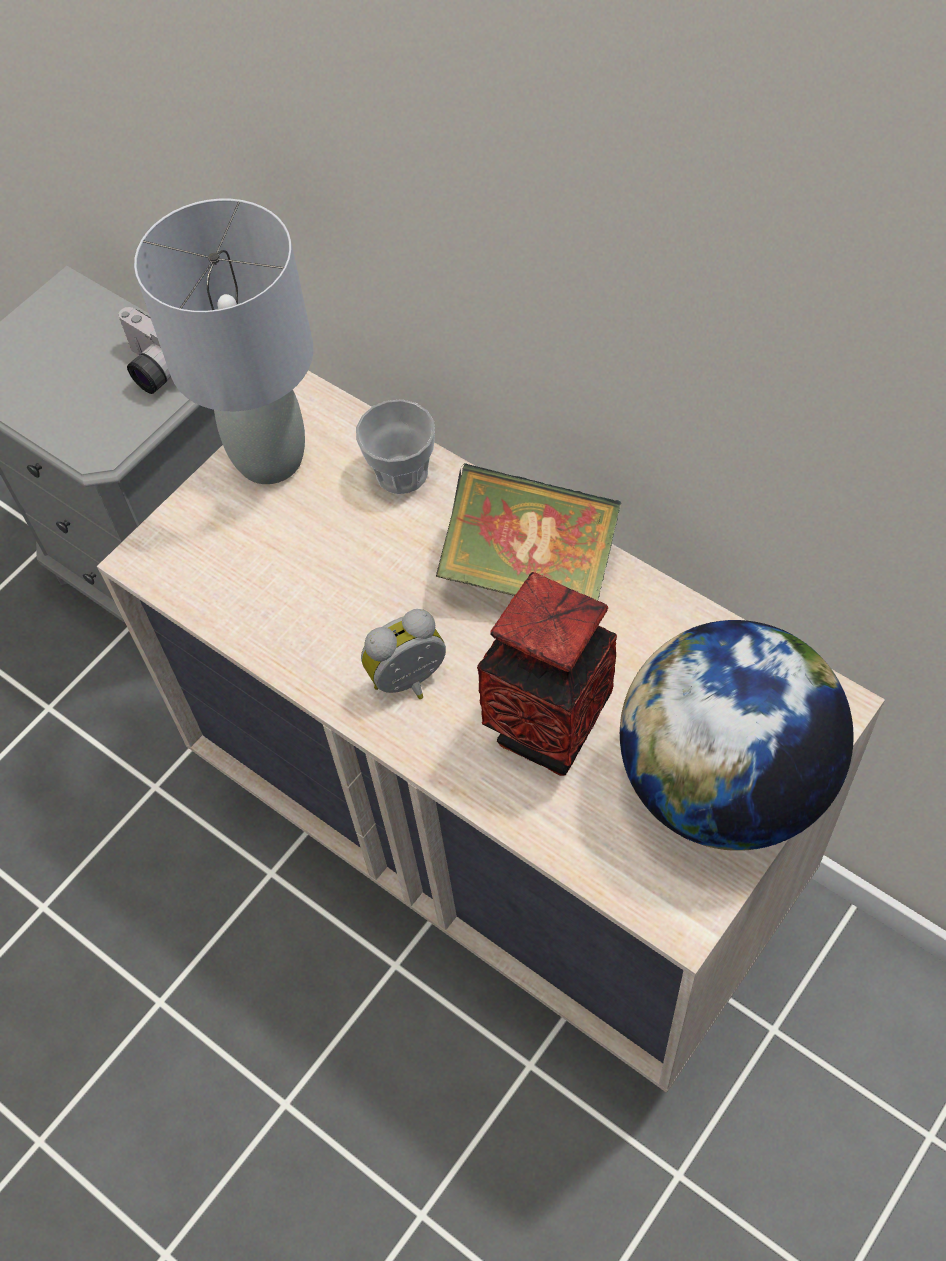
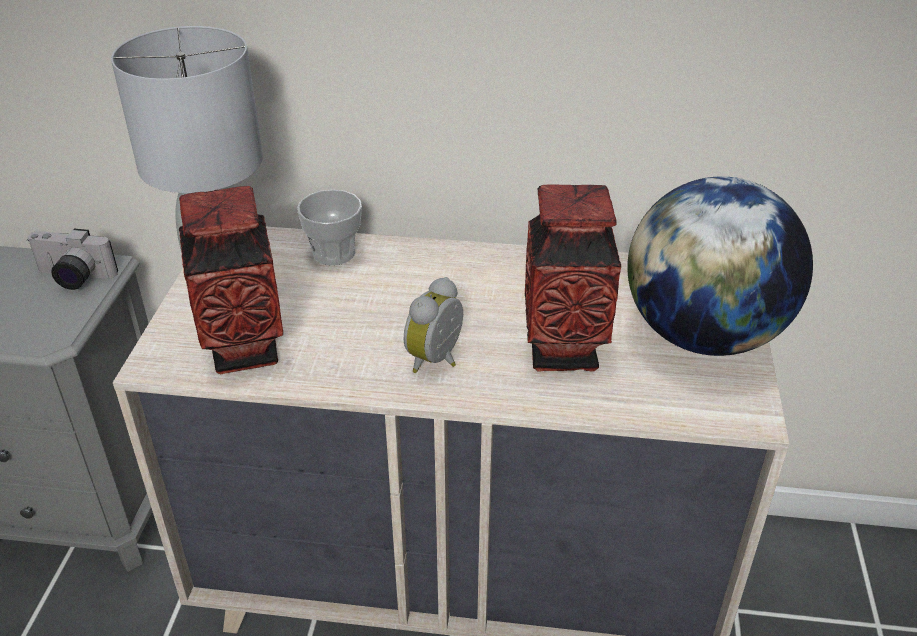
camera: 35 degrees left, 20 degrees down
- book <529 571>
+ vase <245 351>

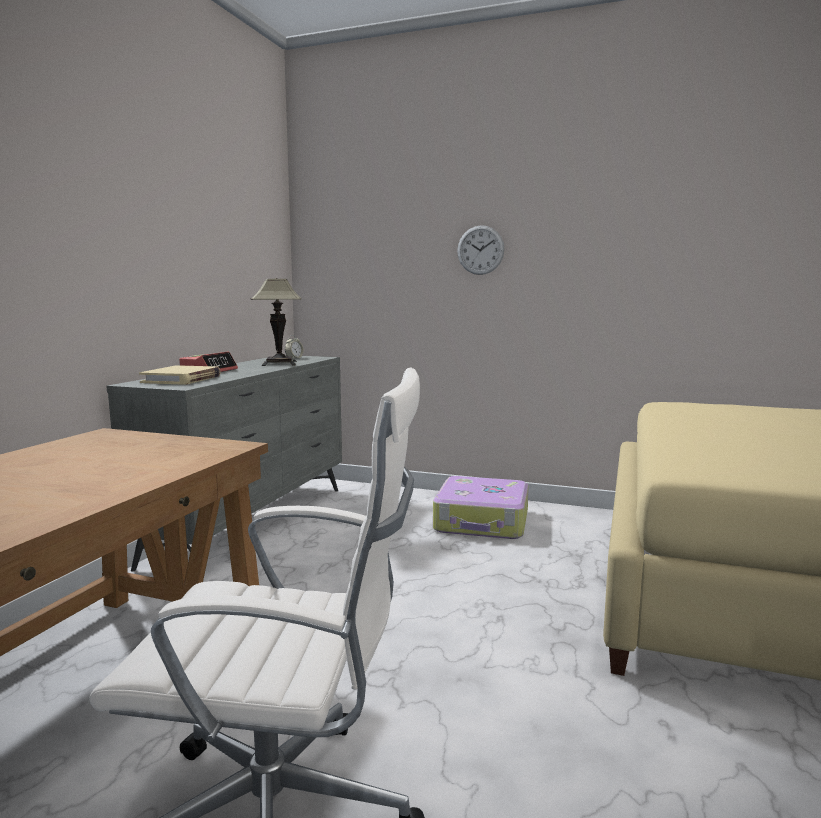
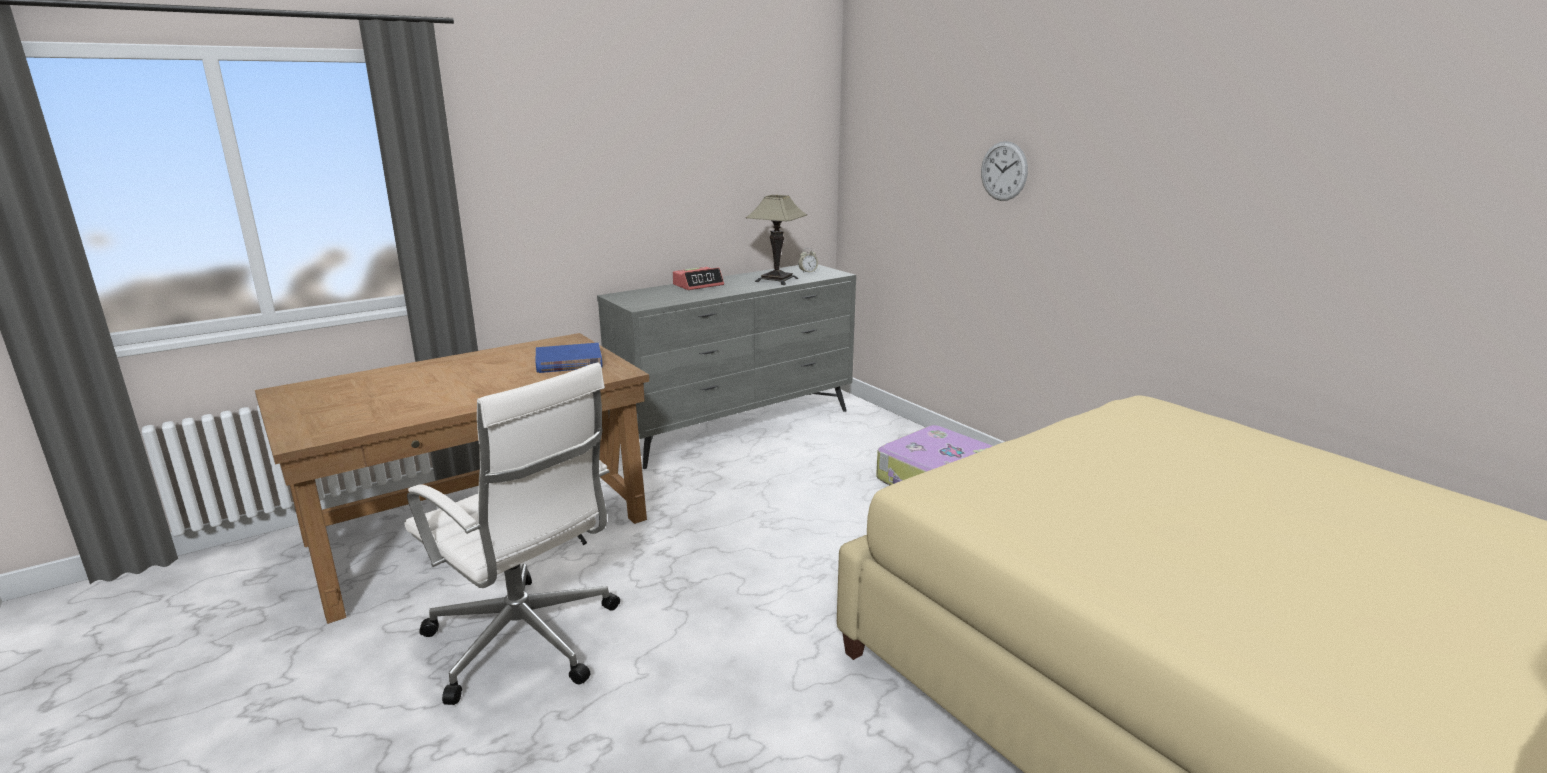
camera: 35 degrees right, 10 degrees up
- beige book <182 379>
+ blue book <569 362>

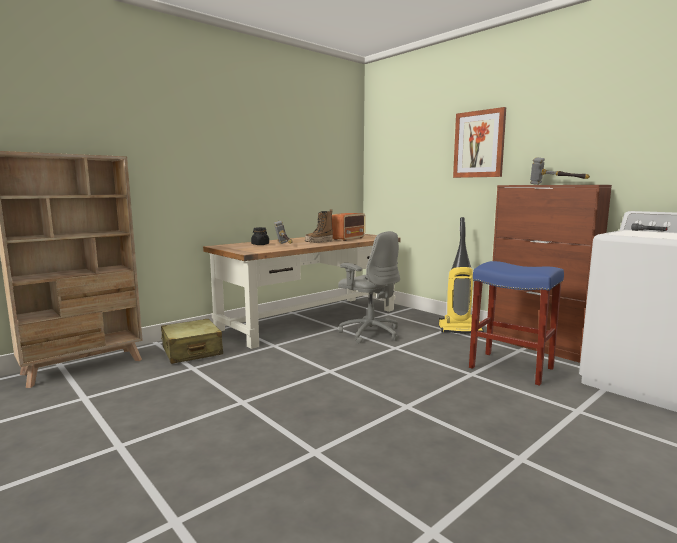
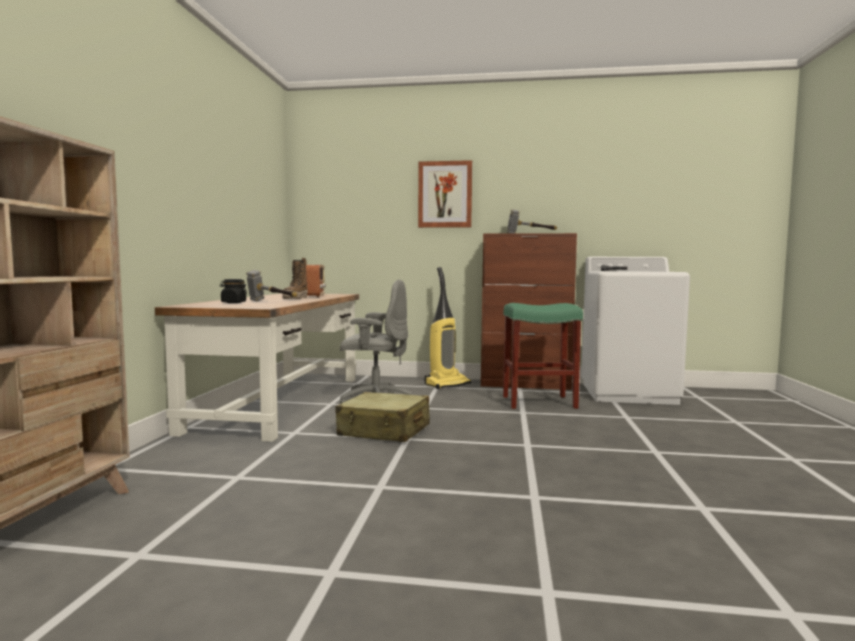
camera: 40 degrees left, 5 degrees down
~ beige suitcase <192 351> to <384 431>
~ blue stool <512 368> to green stool <539 402>

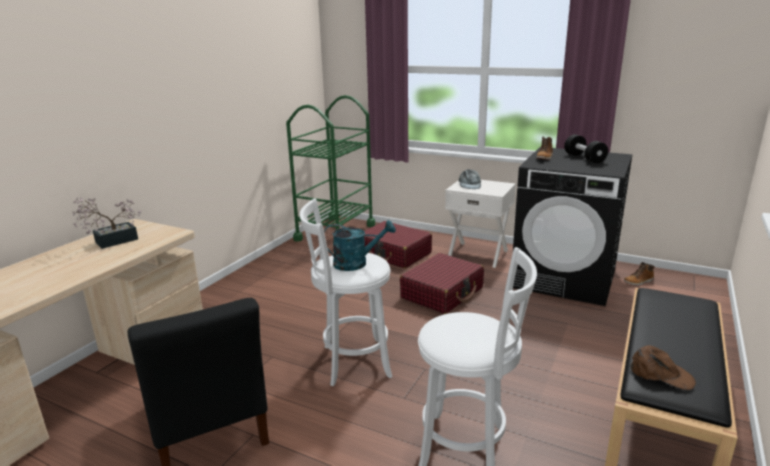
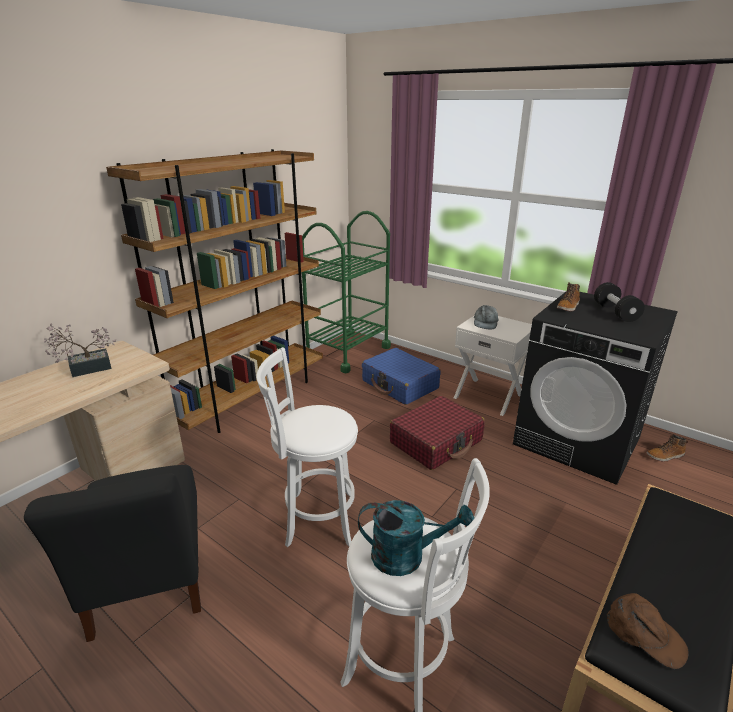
camera: 10 degrees right, 5 degrees up
+ brown bookcase <251 397>
~ turquoise watering can <356 263> to <407 556>
~ red suitcase <394 253> to blue suitcase <400 385>

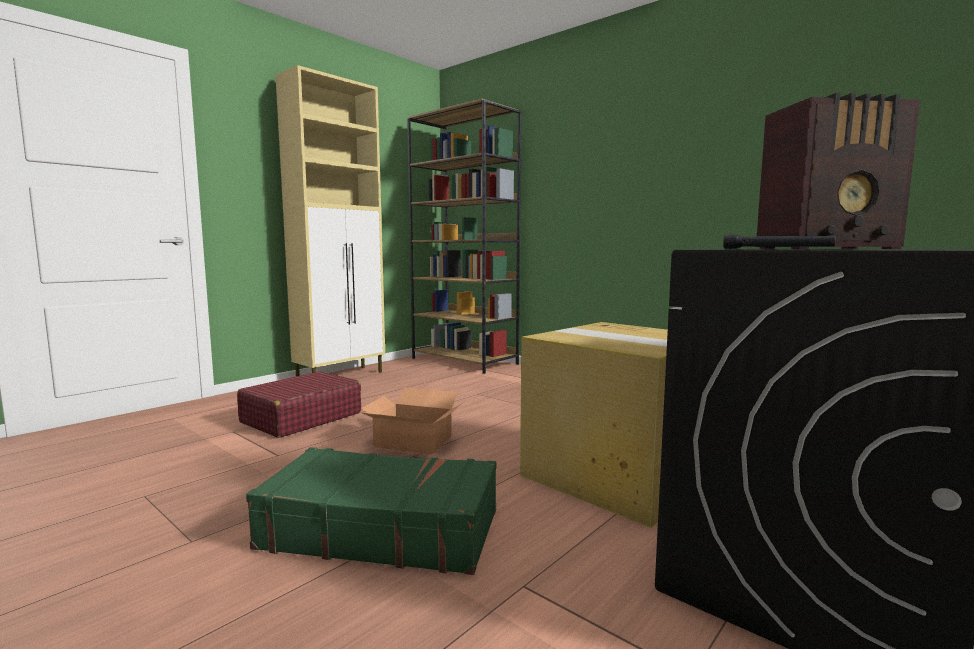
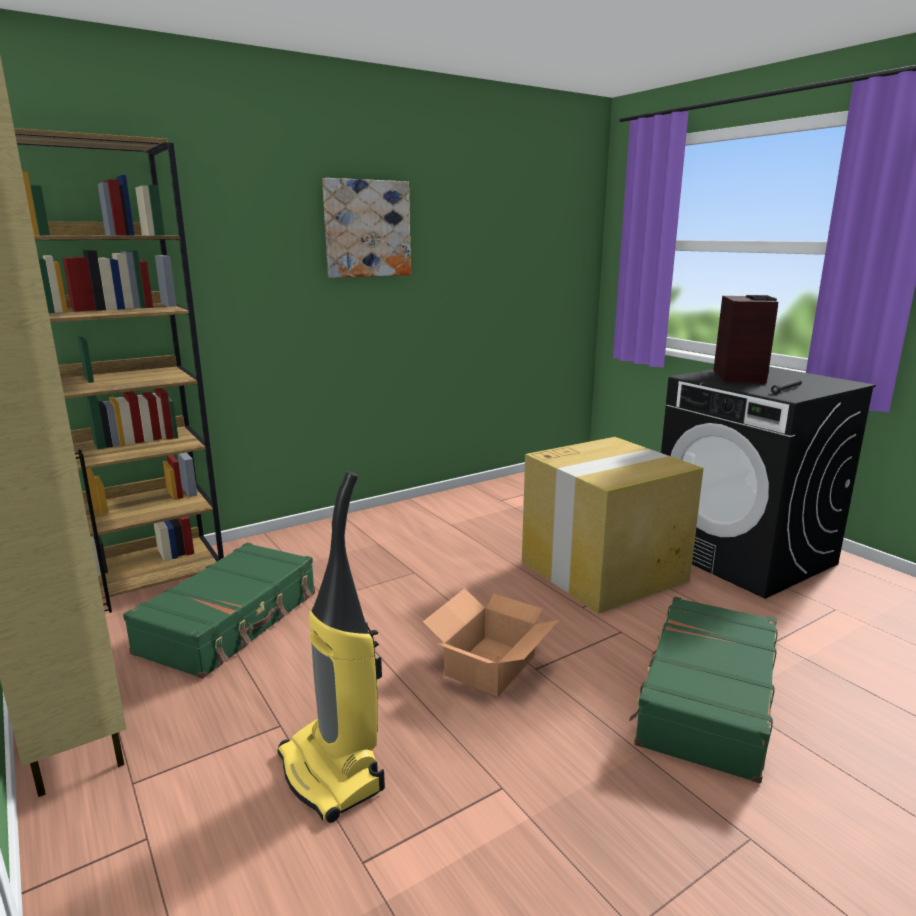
camera: 75 degrees left, 10 degrees up
+ green suitcase <231 622>
+ picture <367 229>
~ red suitcase <301 418> to vacuum cleaner <333 772>

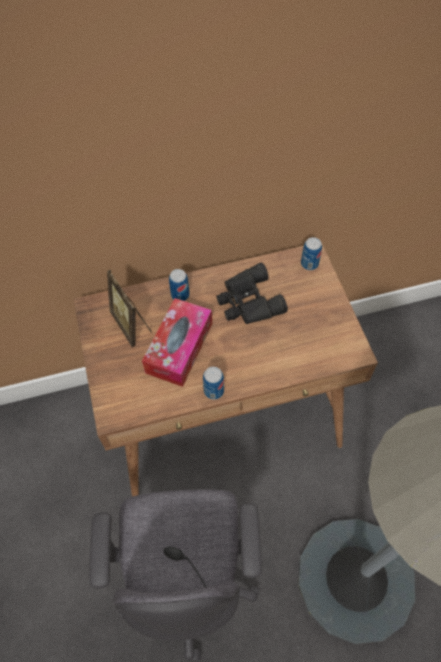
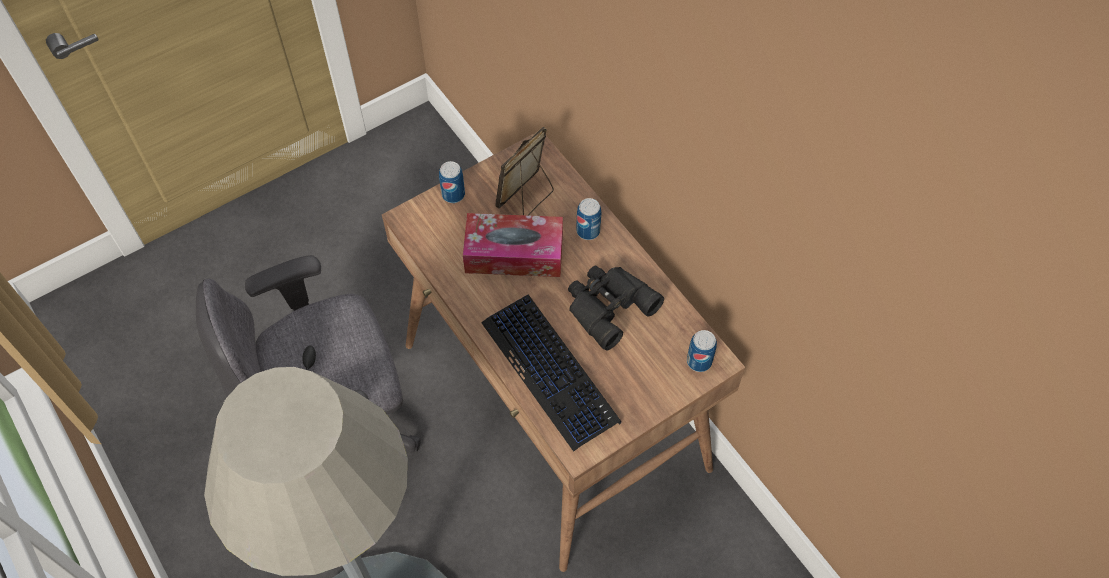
camera: 70 degrees right, 0 degrees up
+ keyboard <550 372>
~ can <214 390> to <453 194>

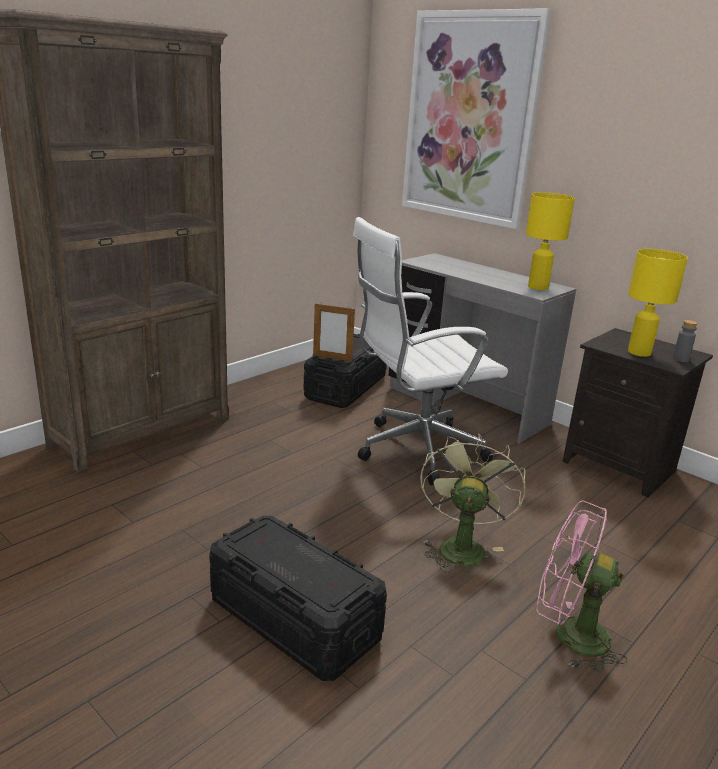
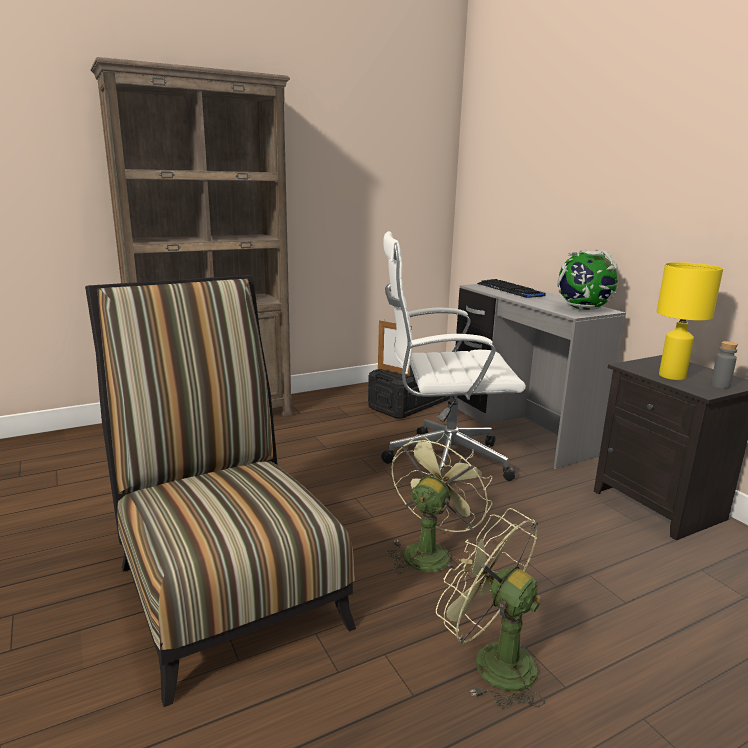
camera: 20 degrees right, 5 degrees down
- picture <470 119>
+ keyboard <510 290>
~ black storage box <294 618> to chair <226 585>
~ yellow table lamp <538 287> to globe <582 309>
~ pink fan <569 635> to green fan <491 661>

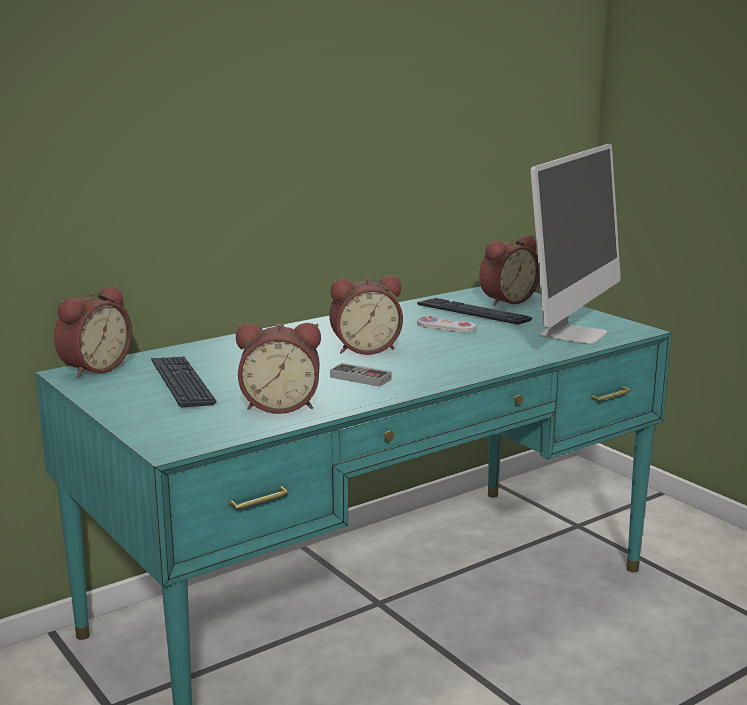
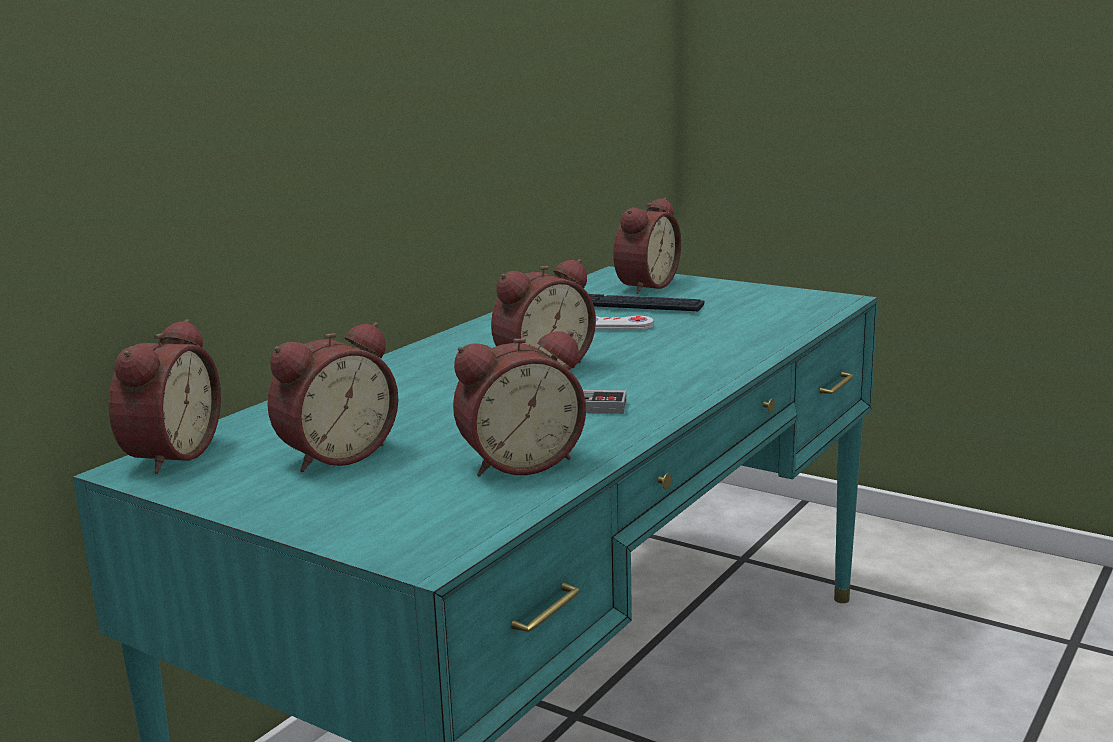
camera: 20 degrees left, 0 degrees up
- monitor <574 334>
~ keyboard <182 383> to alarm clock <335 454>

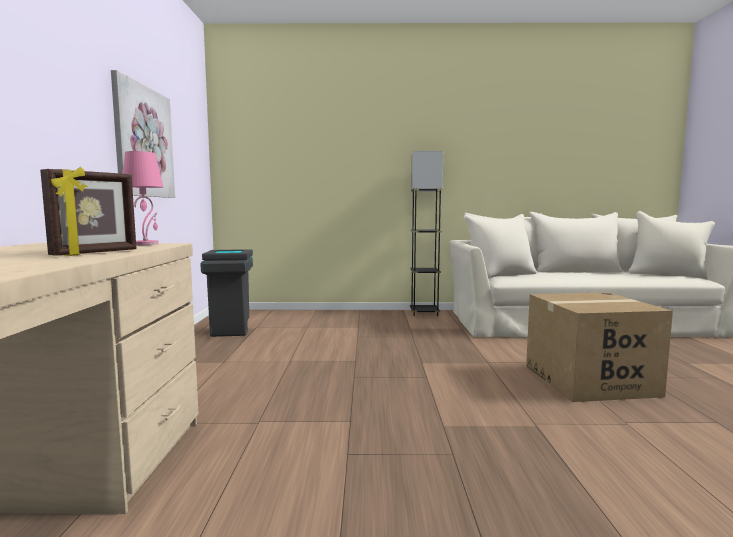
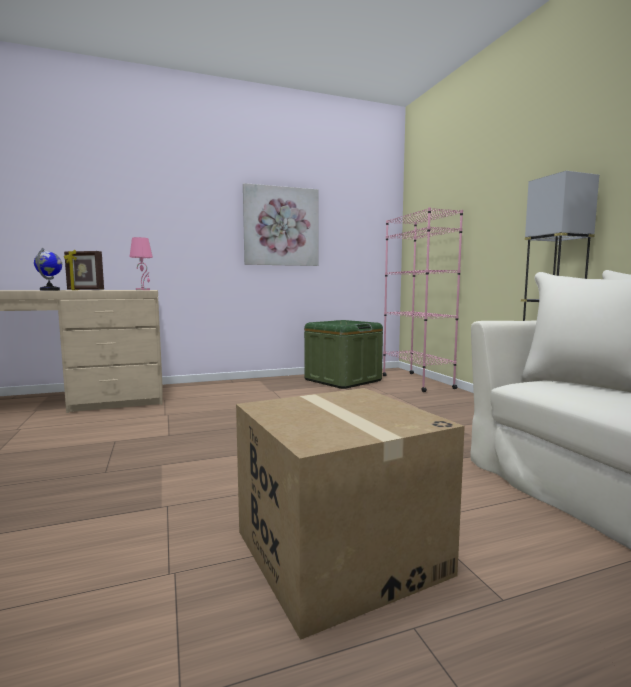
camera: 70 degrees right, 0 degrees up
+ globe <50 290>
+ pink bookcase <416 382>
~ grey trash can <231 332> to green storage box <343 380>

